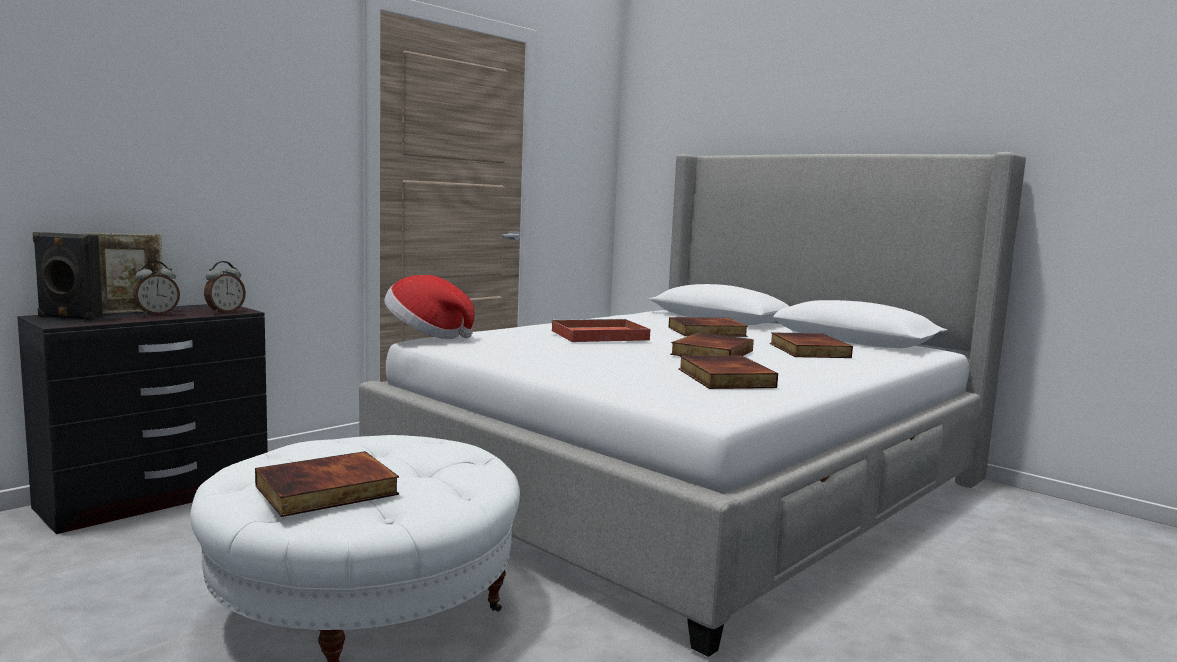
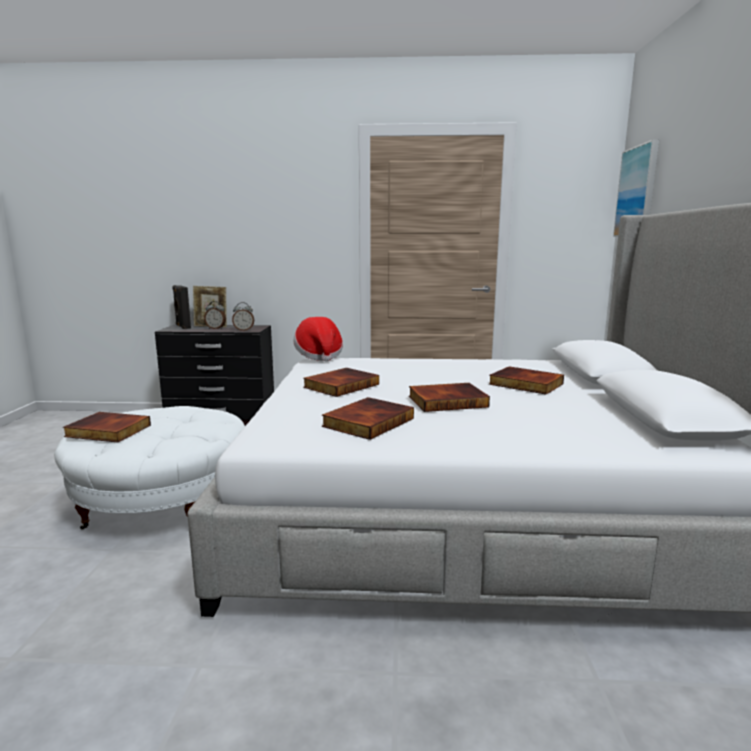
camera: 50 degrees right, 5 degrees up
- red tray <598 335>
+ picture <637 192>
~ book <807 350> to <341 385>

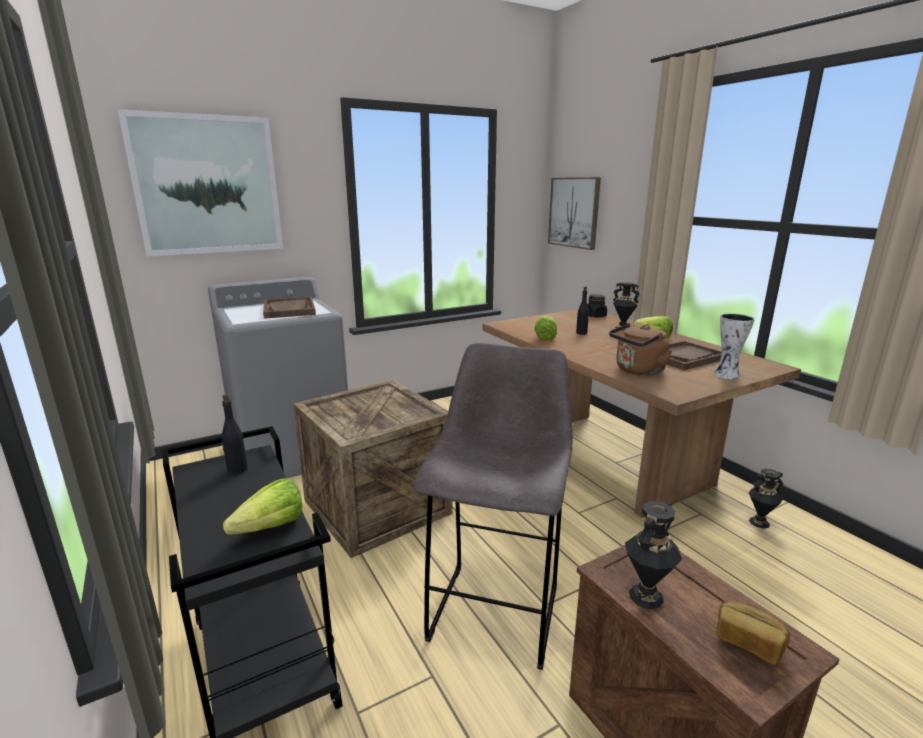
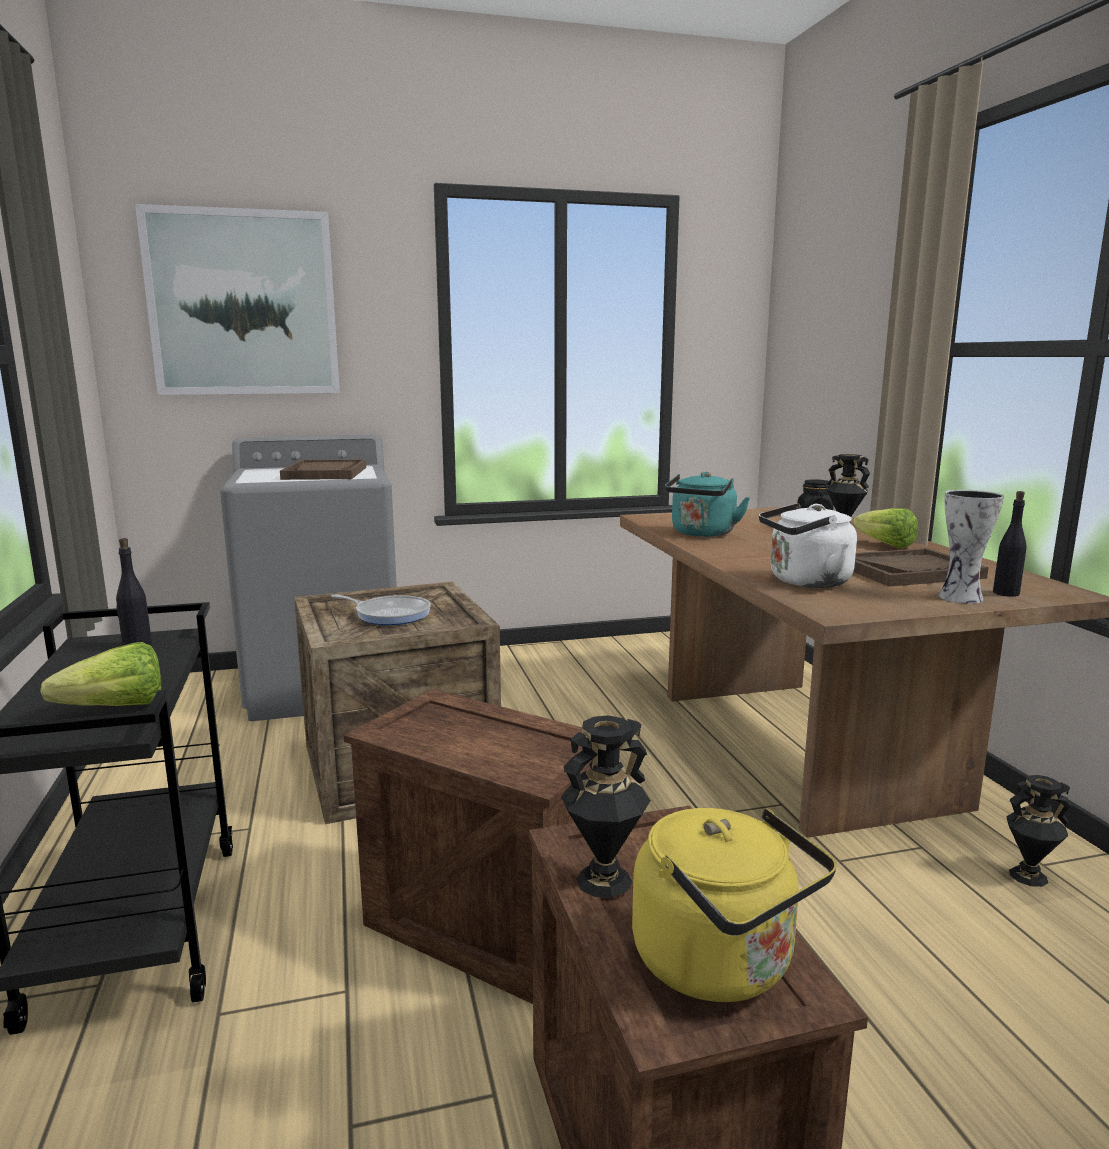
camera: 15 degrees right, 5 degrees down
- picture <574 212>
+ frying pan <389 614>
~ black bottle <581 333> to <1006 593>
~ grey stool <496 609> to crate <491 924>
~ lettuce <546 336> to turquoise kettle <702 534>
~ bread <748 642> to yellow kettle <721 965>
~ brown kettle <637 371> to white kettle <805 582>

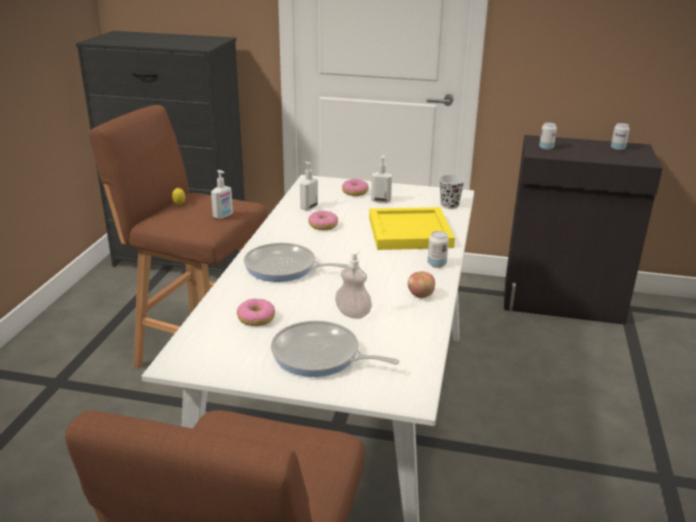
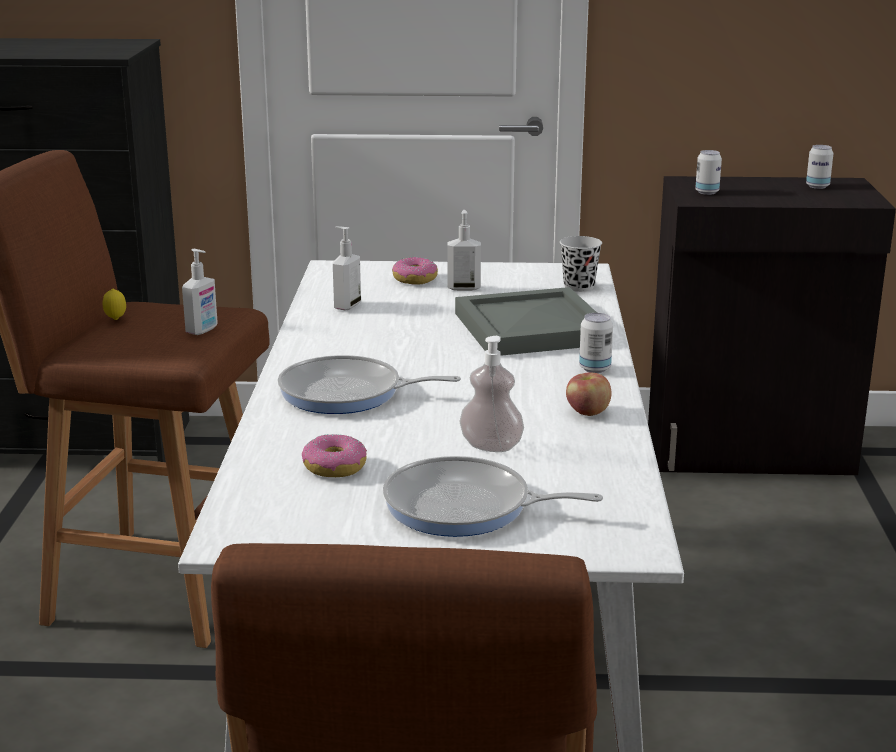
camera: 10 degrees left, 5 degrees down
- donut <323 225>
~ yellow tray <408 233> to grey tray <530 329>

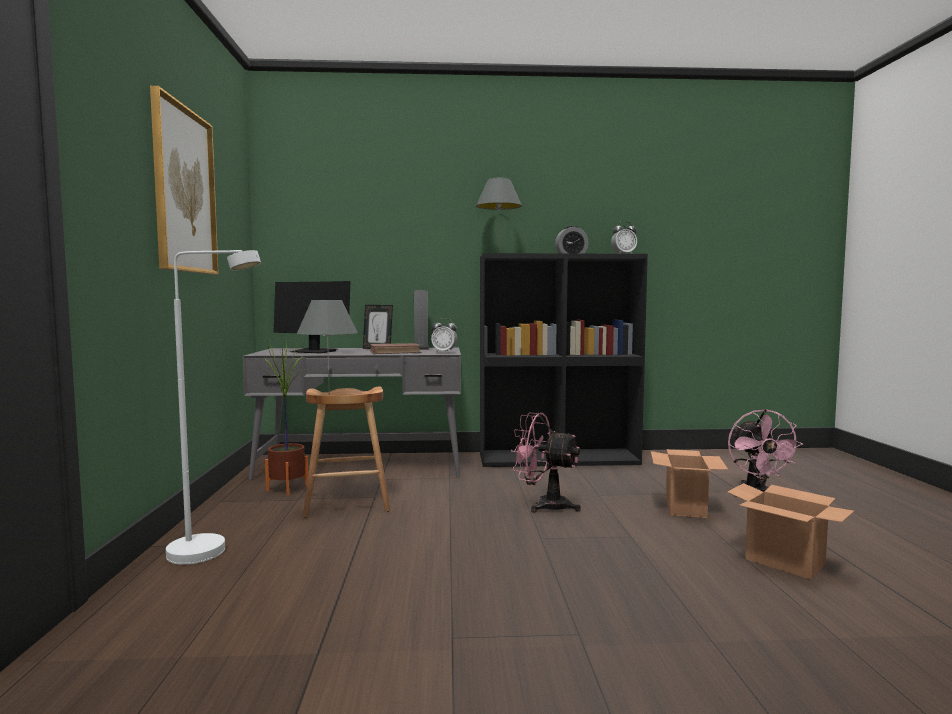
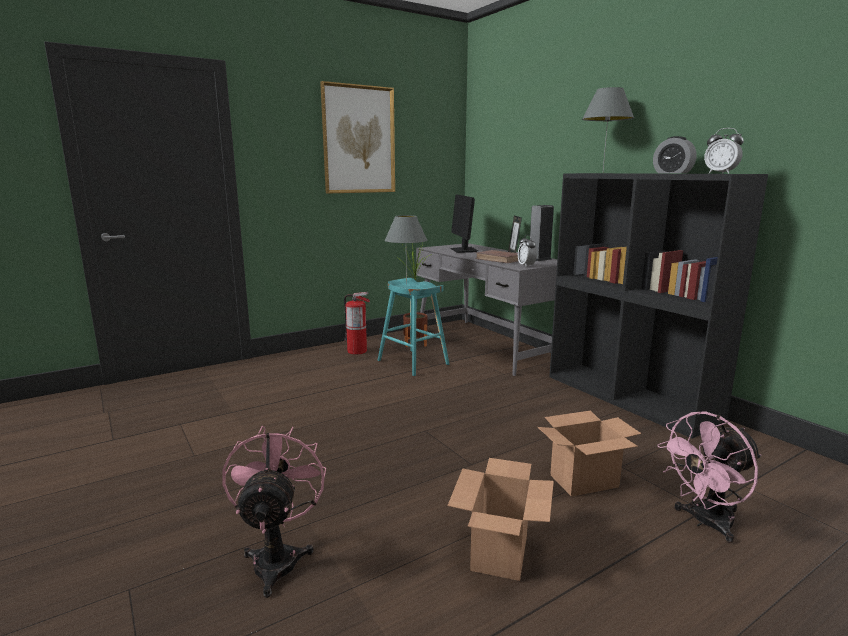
camera: 60 degrees right, 10 degrees up
- white floor lamp <212 553>
+ fire extinguisher <357 351>
~ pink fan <544 505> to <278 557>
~ brown stool <347 503> to turquoise stool <413 362>

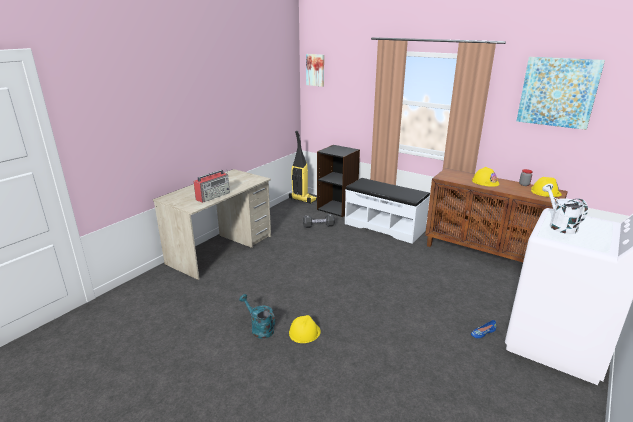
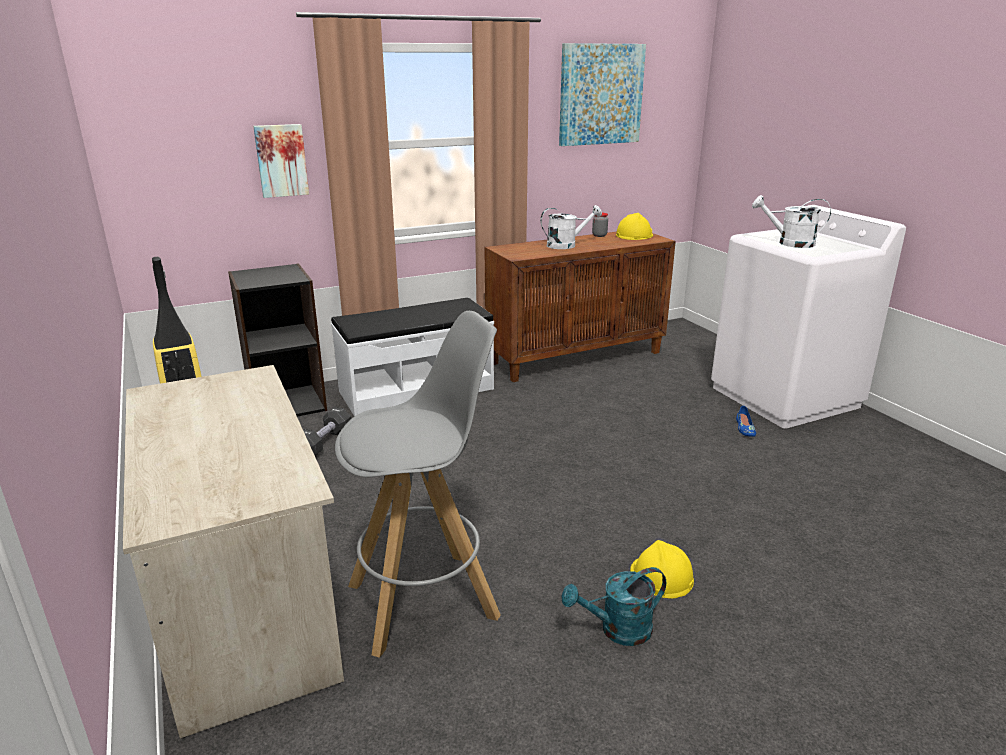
camera: 60 degrees left, 0 degrees up
- radio <213 196>
+ grey stool <425 600>
~ picture <315 70> to <281 160>
~ yellow hard hat <485 182> to white watering can <566 245>

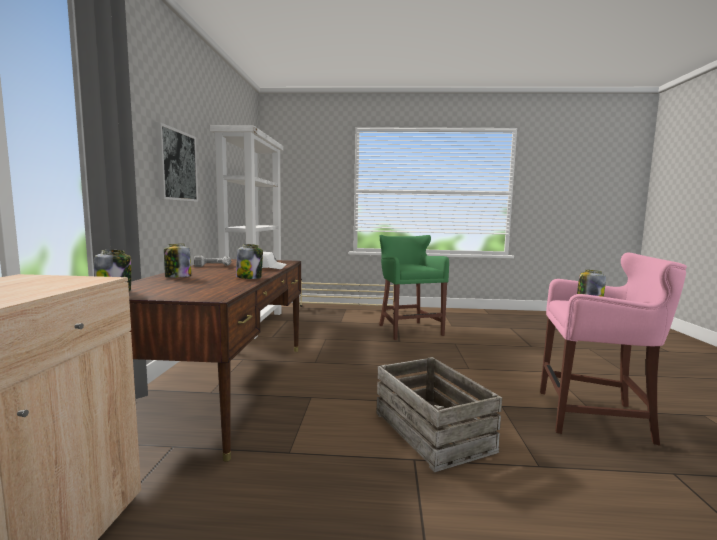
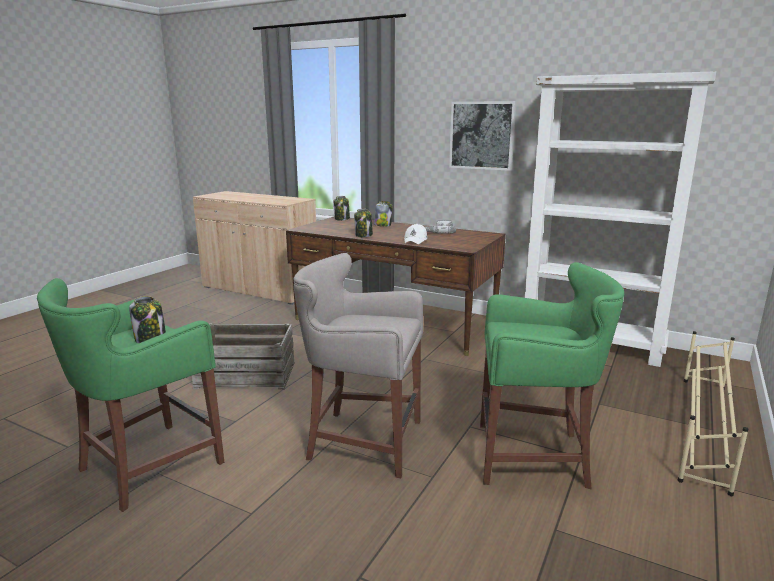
camera: 115 degrees right, 10 degrees up
+ grey stool <361 440>
~ pink stool <597 417> to green stool <146 466>

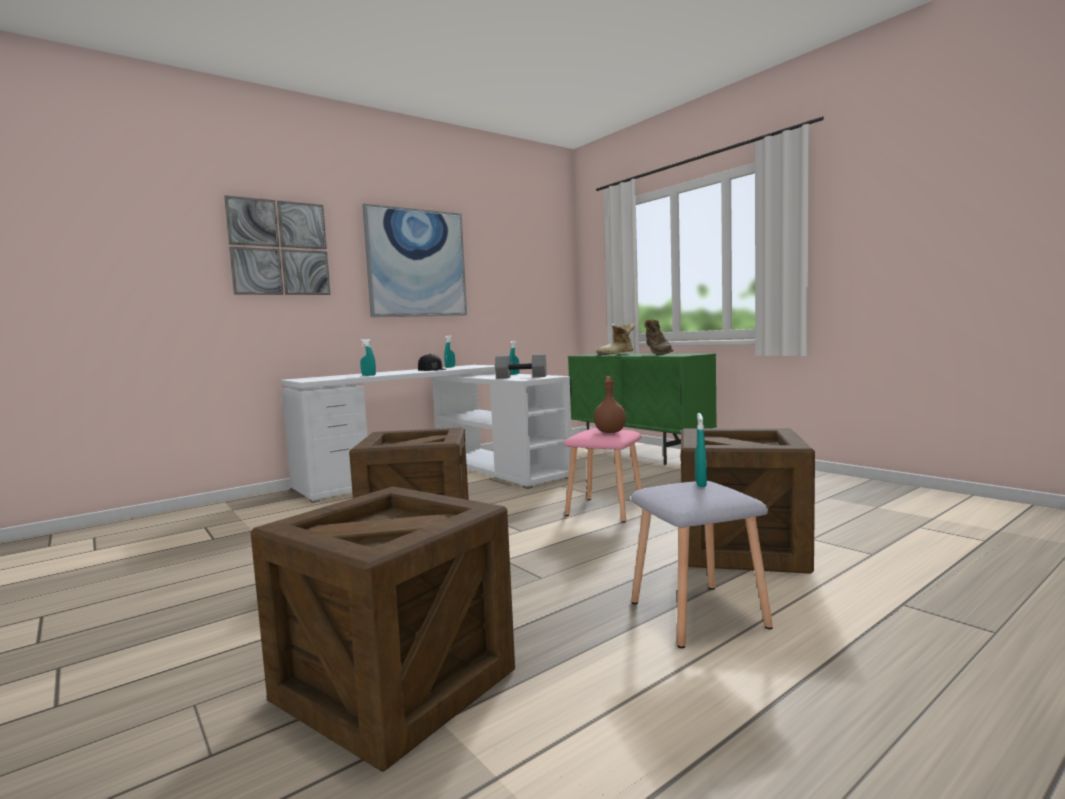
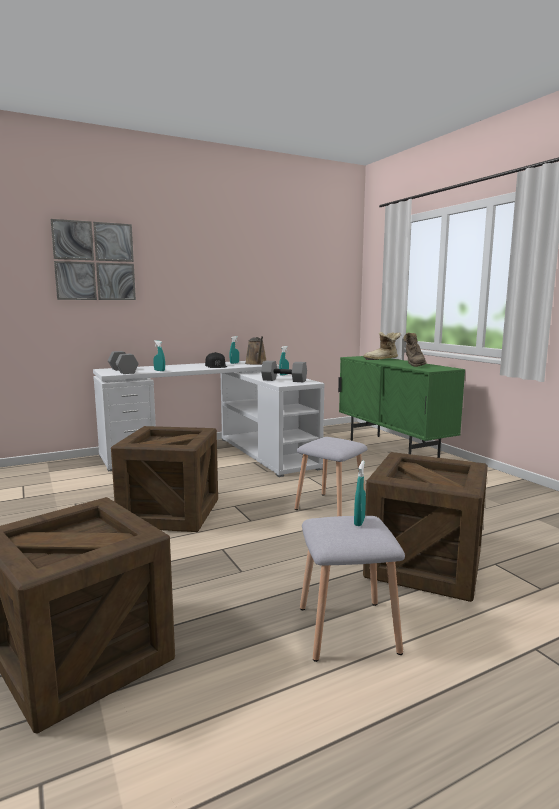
camera: 10 degrees right, 5 degrees up
- picture <416 263>
- brown bottle <609 432>
+ grey dumbbell <122 371>
+ brown watering can <256 363>
~ pink stool <606 510> to grey stool <332 507>

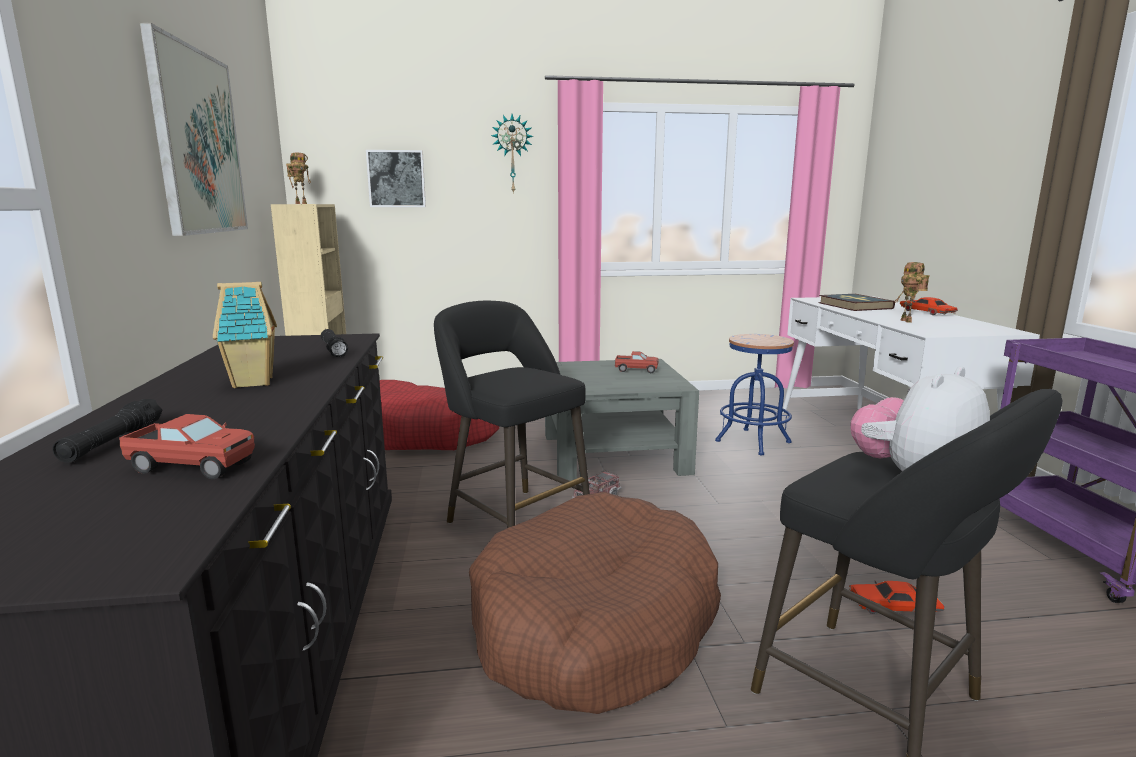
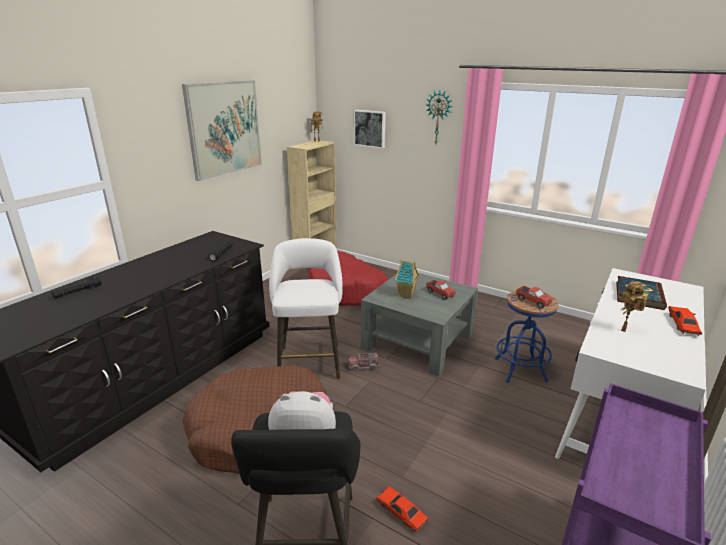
camera: 40 degrees right, 10 degrees up
~ toy truck <192 467> to <532 302>
~ toy house <254 382> to <406 295>
~ black stool <514 519> to white stool <309 360>

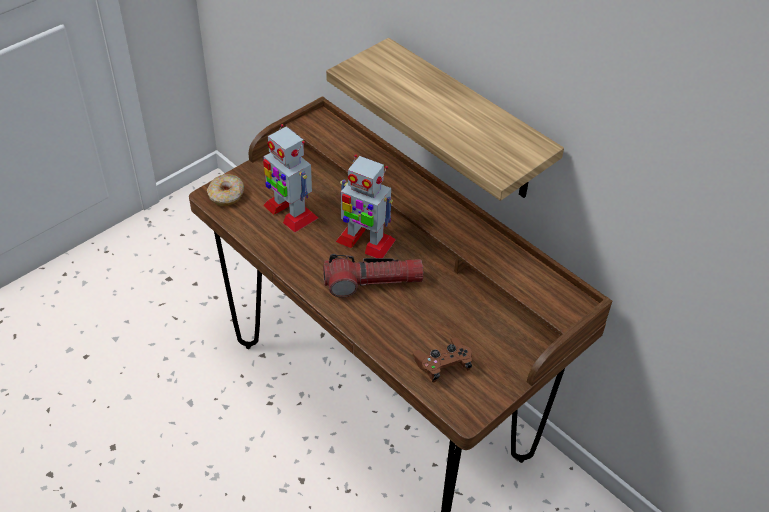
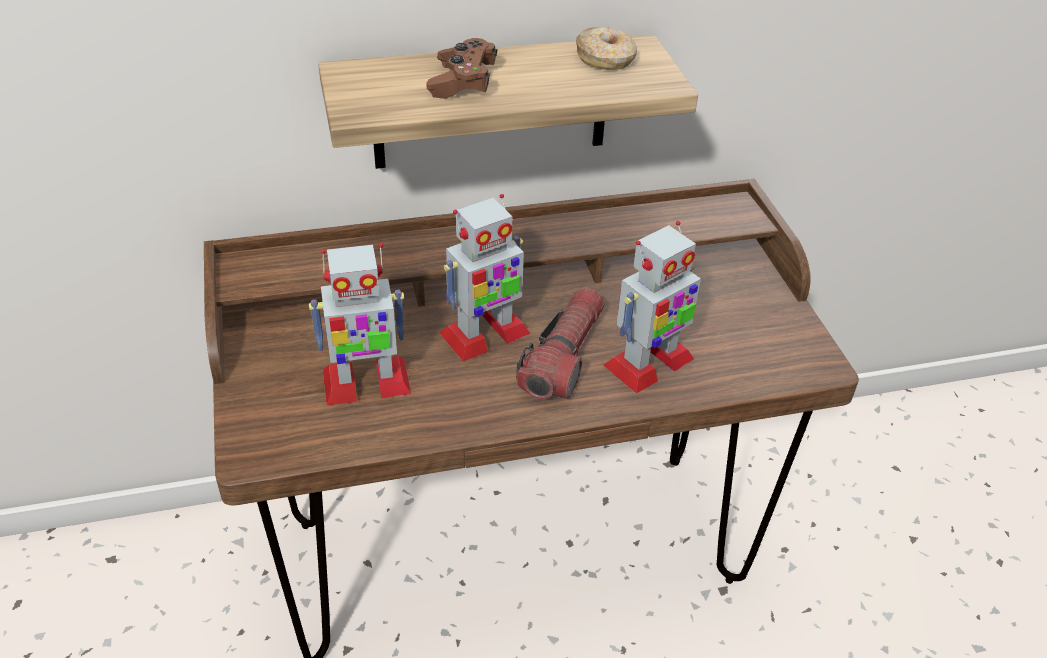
camera: 60 degrees left, 5 degrees down
+ toy robot <648 363>
~ donut <226 195> to <606 58>
~ brown game controller <442 365> to <462 82>

